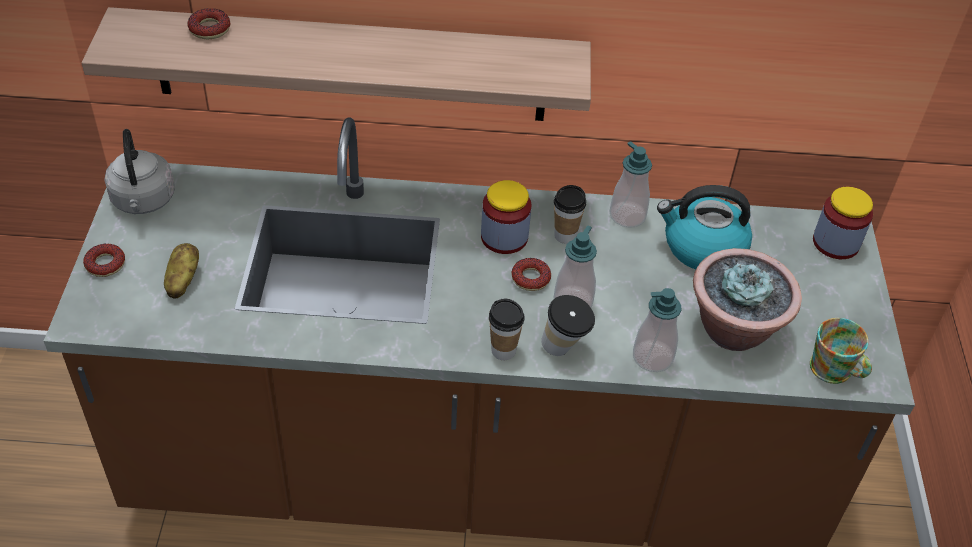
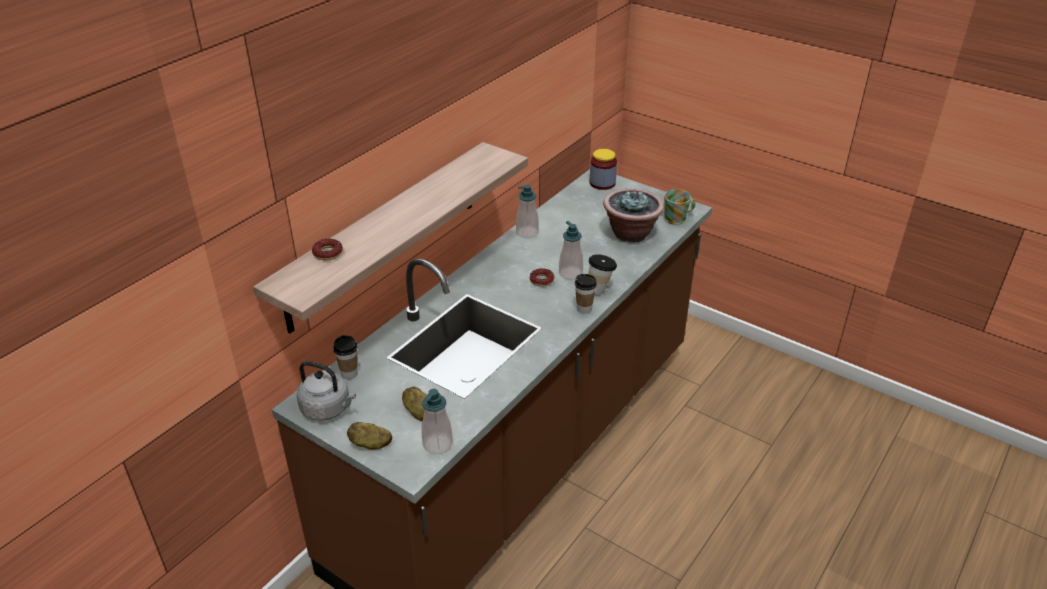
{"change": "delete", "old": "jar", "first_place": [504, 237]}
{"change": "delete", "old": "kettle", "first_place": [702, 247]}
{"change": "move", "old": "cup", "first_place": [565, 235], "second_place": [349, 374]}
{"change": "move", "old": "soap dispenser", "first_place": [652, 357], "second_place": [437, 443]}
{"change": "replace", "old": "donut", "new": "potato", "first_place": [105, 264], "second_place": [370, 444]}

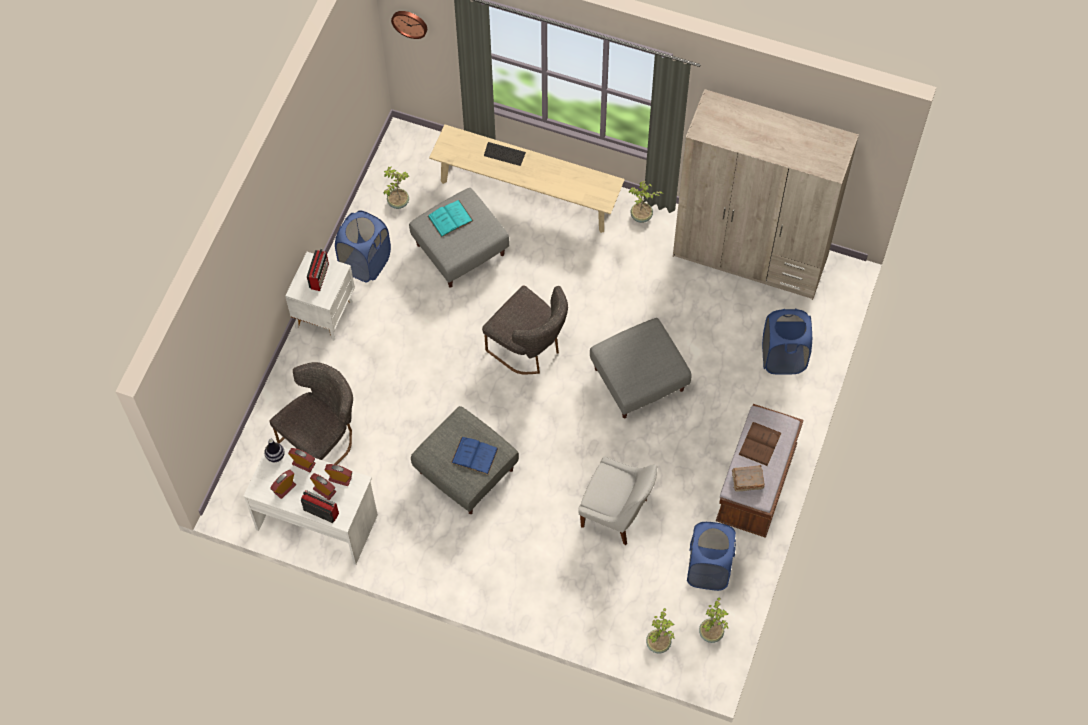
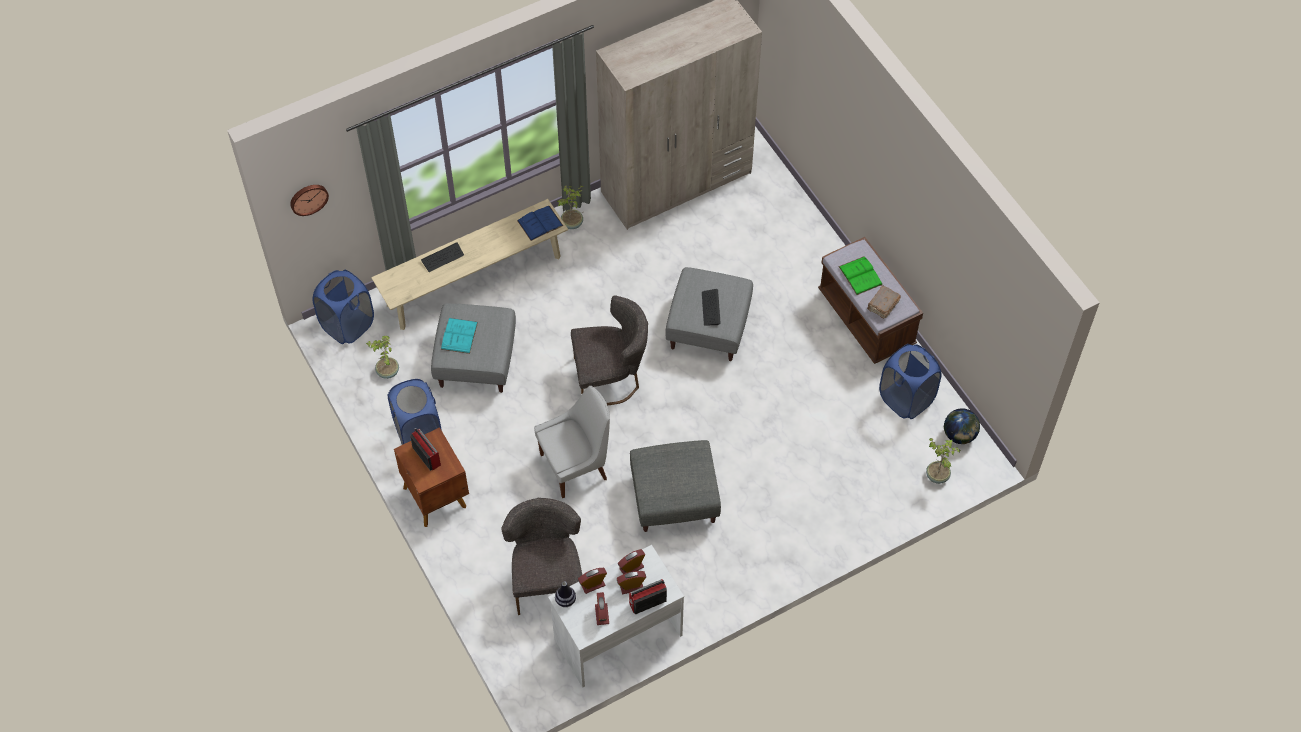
{"change": "insert", "new": "keyboard", "second_place": [710, 308]}
{"change": "move", "old": "blue book", "first_place": [474, 455], "second_place": [540, 223]}
{"change": "move", "old": "white chair", "first_place": [616, 514], "second_place": [576, 466]}
{"change": "move", "old": "blue laundry basket", "first_place": [783, 357], "second_place": [348, 325]}
{"change": "replace", "old": "potted plant", "new": "globe", "first_place": [711, 633], "second_place": [959, 435]}
{"change": "recolor", "old": "white nightstand", "new": "brown nightstand", "first_place": [325, 314], "second_place": [435, 496]}
{"change": "recolor", "old": "brown book", "new": "green book", "first_place": [760, 443], "second_place": [860, 275]}

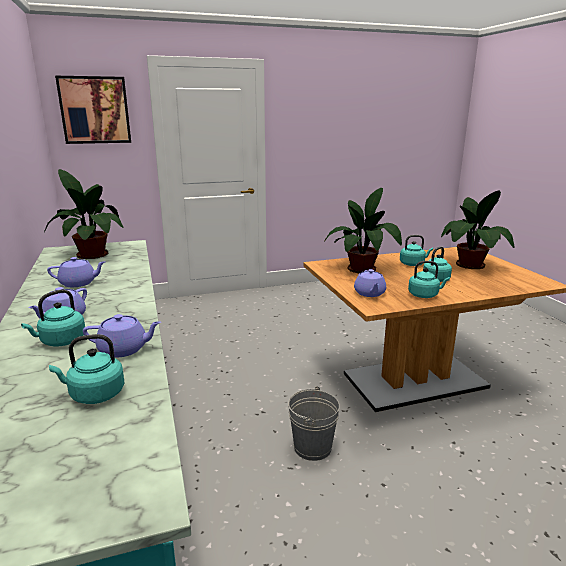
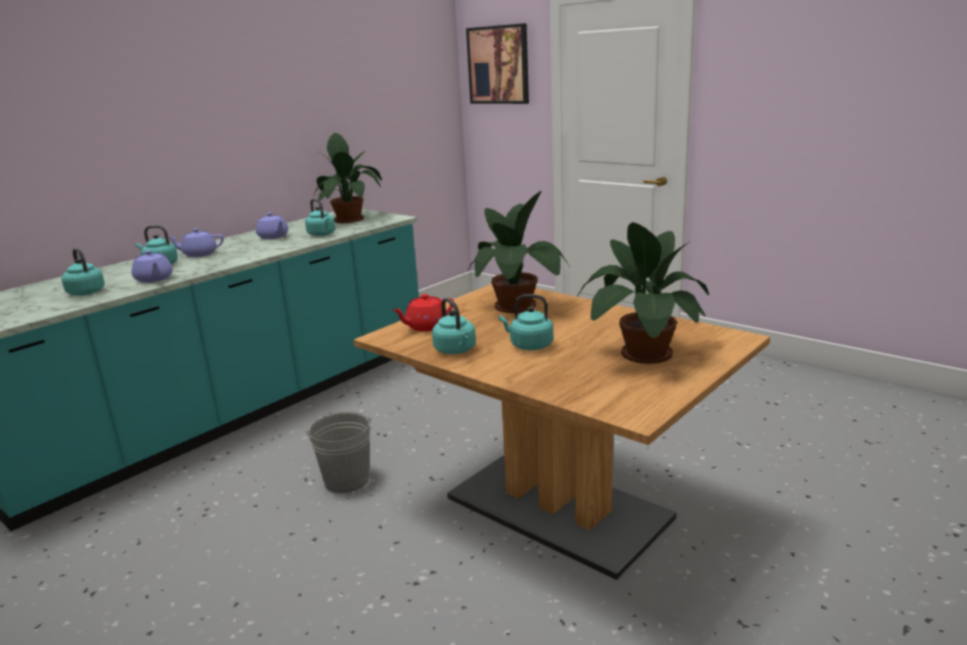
{"change": "move", "old": "turquoise kettle", "first_place": [413, 264], "second_place": [322, 234]}
{"change": "recolor", "old": "purple teapot", "new": "red teapot", "first_place": [369, 293], "second_place": [425, 327]}

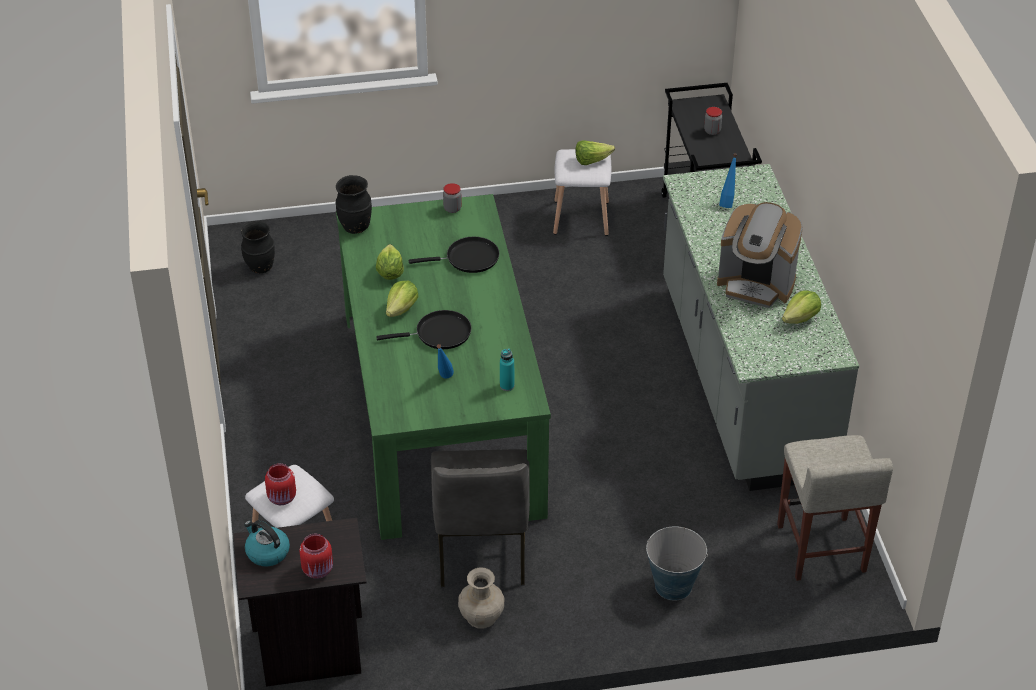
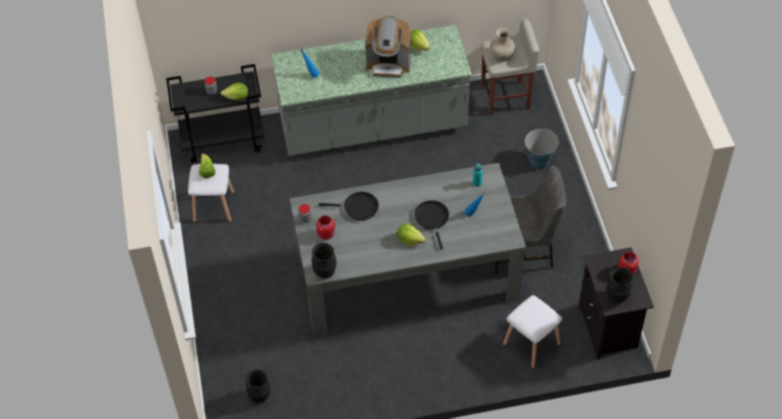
{"change": "move", "old": "red jar", "first_place": [282, 498], "second_place": [327, 234]}
{"change": "move", "old": "lettuce", "first_place": [390, 273], "second_place": [237, 97]}
{"change": "move", "old": "beige vase", "first_place": [481, 616], "second_place": [502, 56]}
{"change": "replace", "old": "kettle", "new": "black vase", "first_place": [267, 552], "second_place": [617, 296]}
{"change": "recolor", "old": "green dining table", "new": "grey dining table", "first_place": [441, 411], "second_place": [407, 276]}
{"change": "rotate", "old": "black frying pan", "first_place": [468, 258], "second_place": [358, 208], "degrees": 105}
{"change": "rotate", "old": "coffee machine", "first_place": [756, 284], "second_place": [389, 64], "degrees": 75}

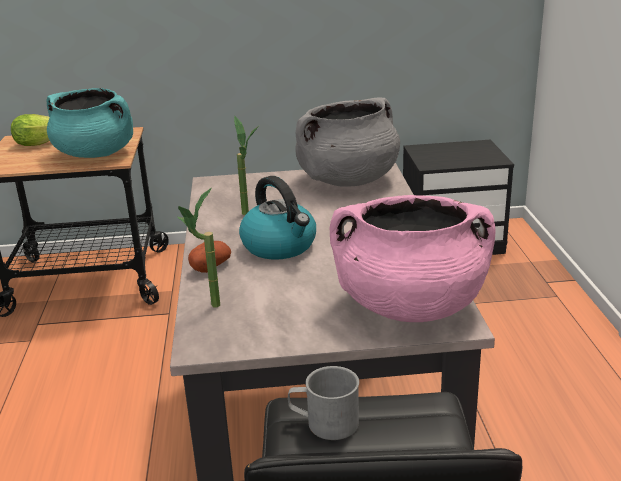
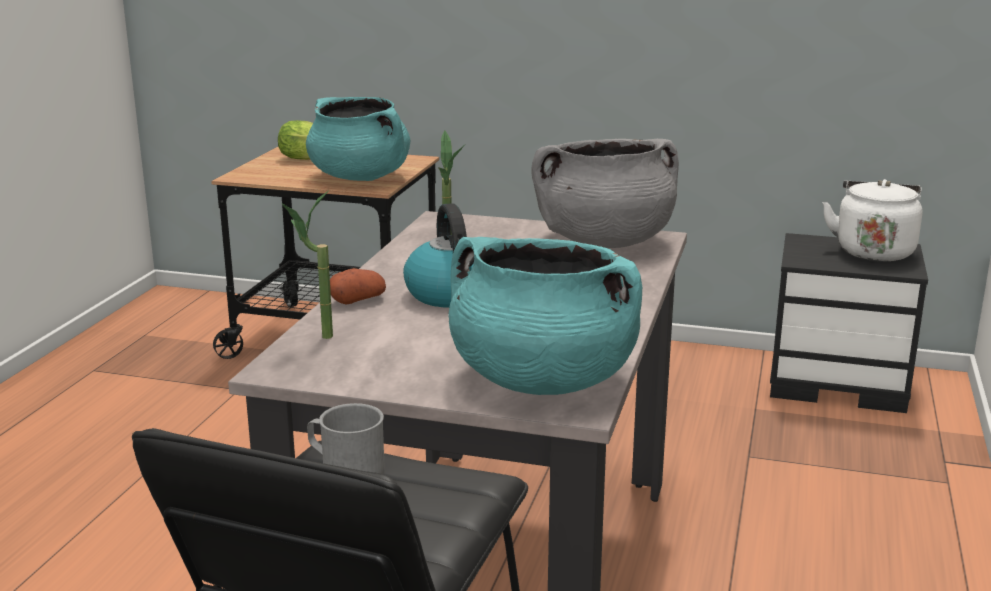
{"change": "insert", "new": "white kettle", "second_place": [873, 251]}
{"change": "recolor", "old": "pink cooking pot", "new": "turquoise cooking pot", "first_place": [410, 306], "second_place": [541, 379]}

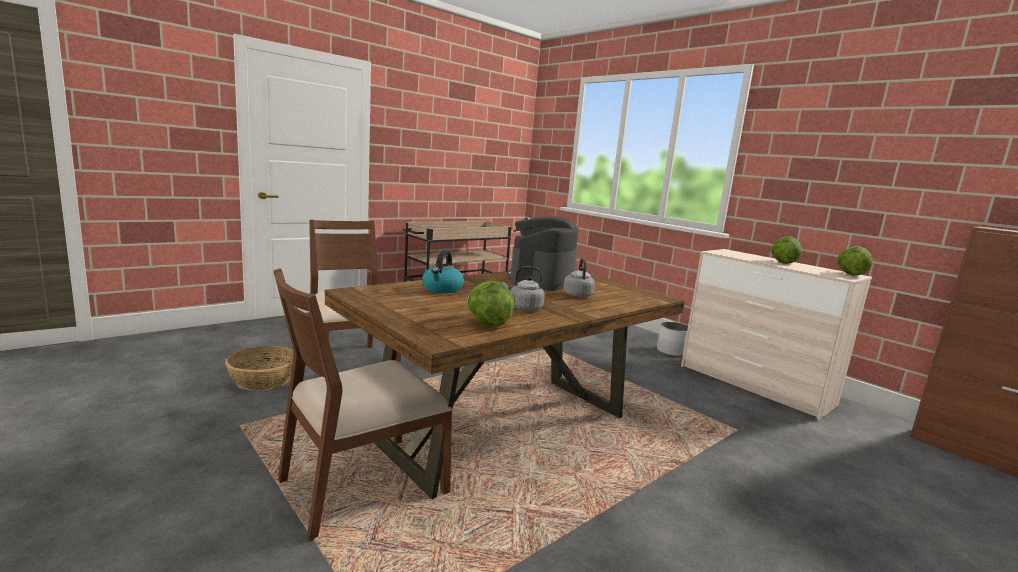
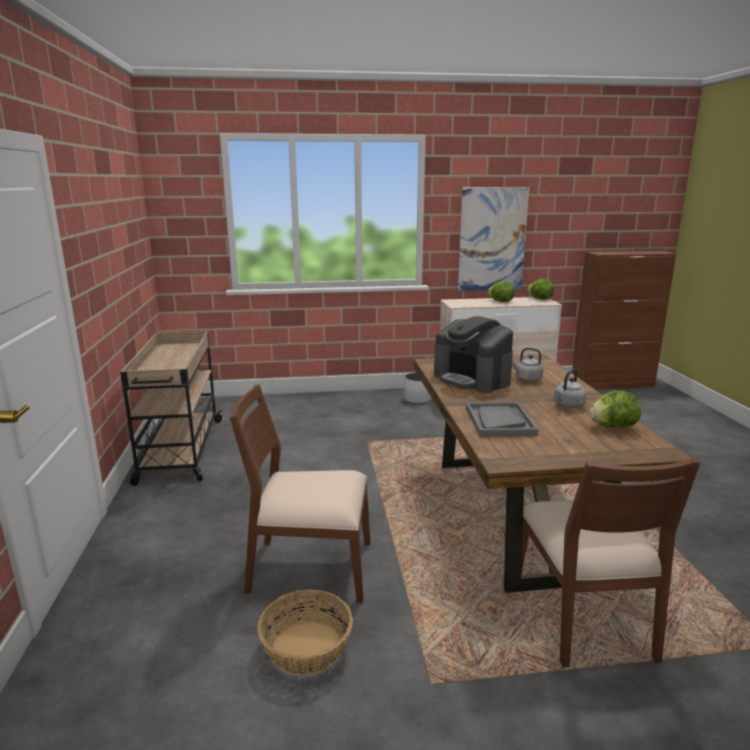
{"change": "insert", "new": "picture", "second_place": [492, 239]}
{"change": "replace", "old": "kettle", "new": "grey tray", "first_place": [442, 289], "second_place": [499, 421]}

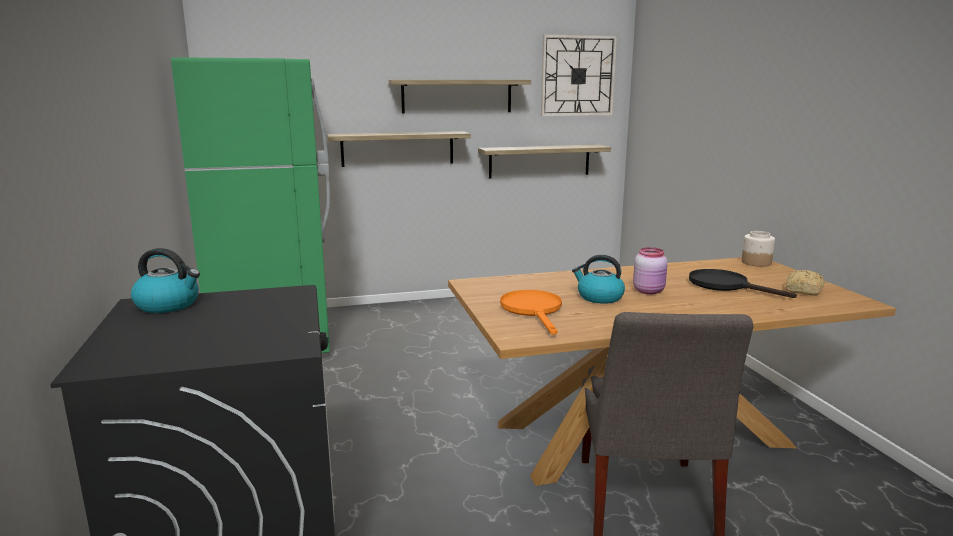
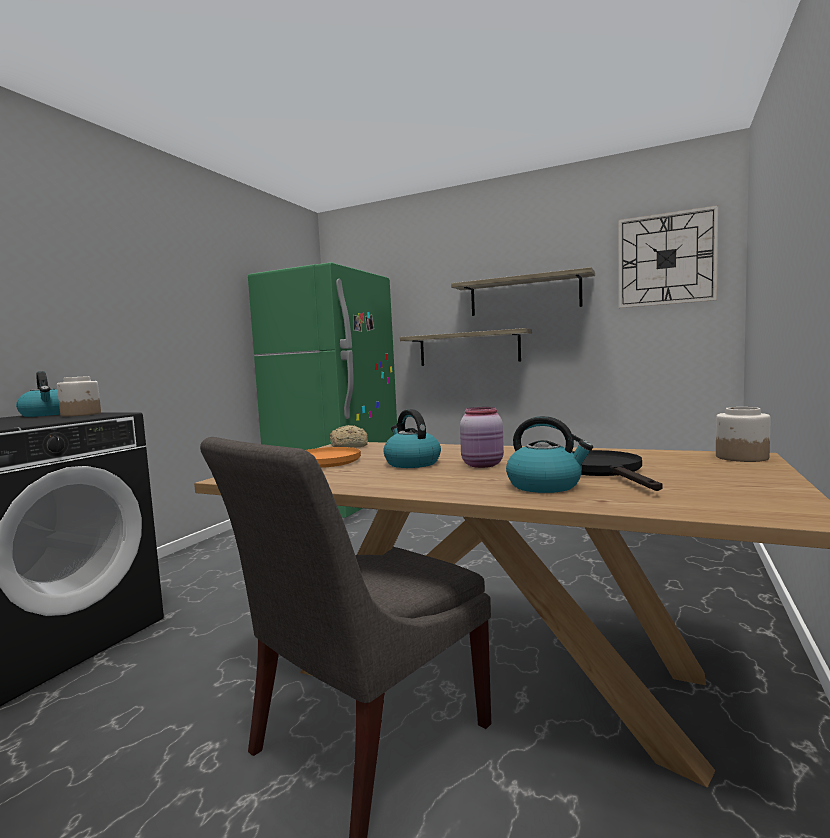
{"change": "delete", "old": "shelf", "first_place": [539, 161]}
{"change": "insert", "new": "jar", "second_place": [81, 414]}
{"change": "insert", "new": "kettle", "second_place": [545, 485]}
{"change": "move", "old": "bread", "first_place": [803, 291], "second_place": [347, 447]}

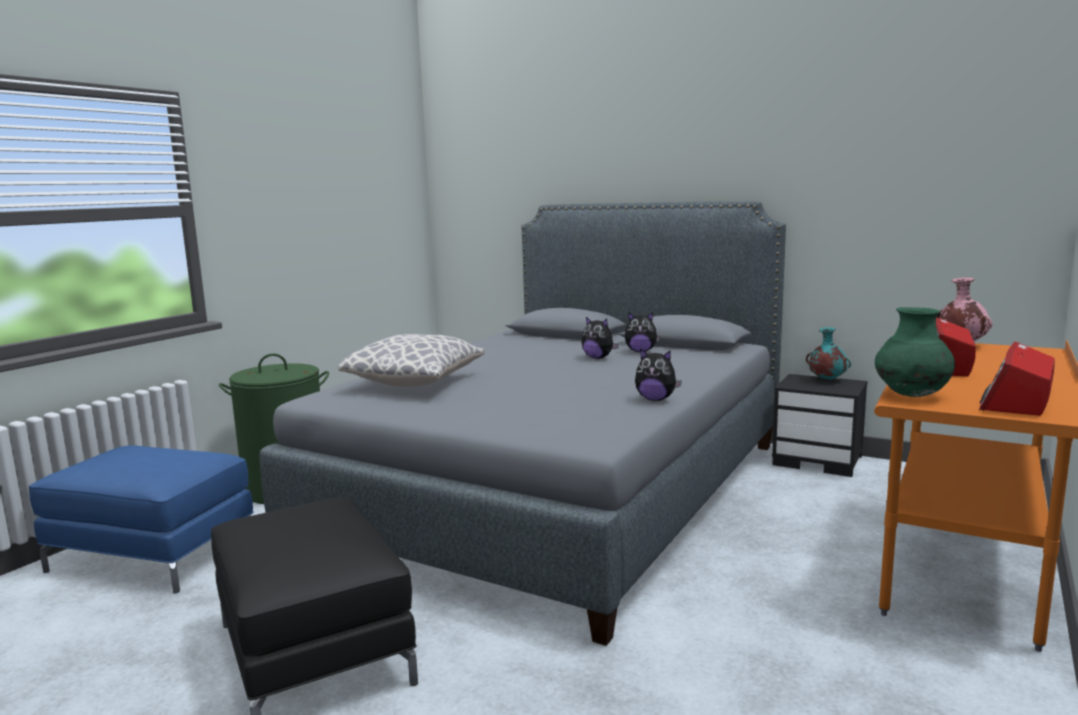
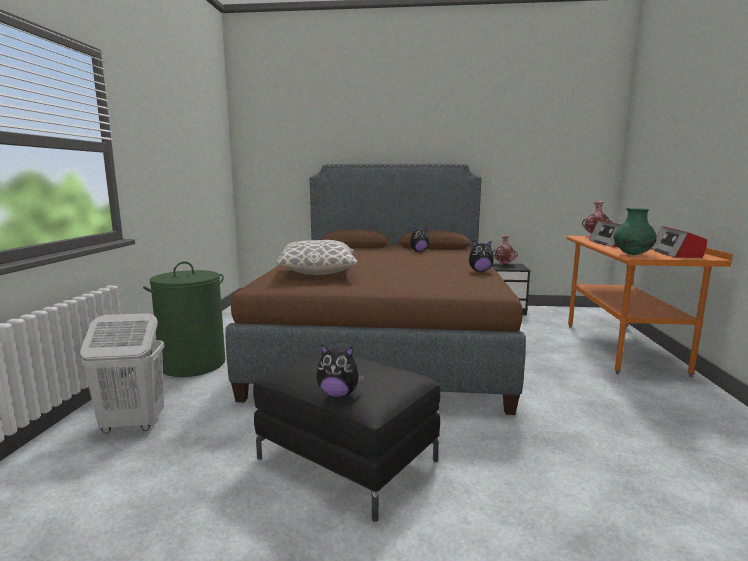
{"change": "move", "old": "plush toy", "first_place": [598, 358], "second_place": [338, 394]}
{"change": "replace", "old": "blue ottoman", "new": "white laundry basket", "first_place": [153, 555], "second_place": [132, 425]}
{"change": "recolor", "old": "grey bed", "new": "brown bed", "first_place": [558, 489], "second_place": [384, 340]}
{"change": "recolor", "old": "turquoise vase", "new": "pink vase", "first_place": [826, 380], "second_place": [503, 264]}

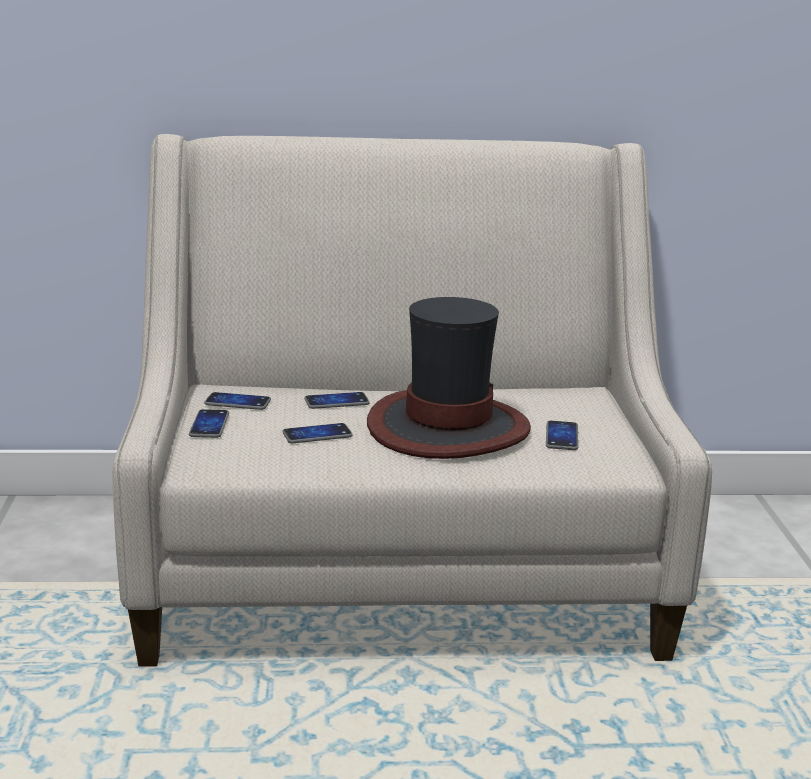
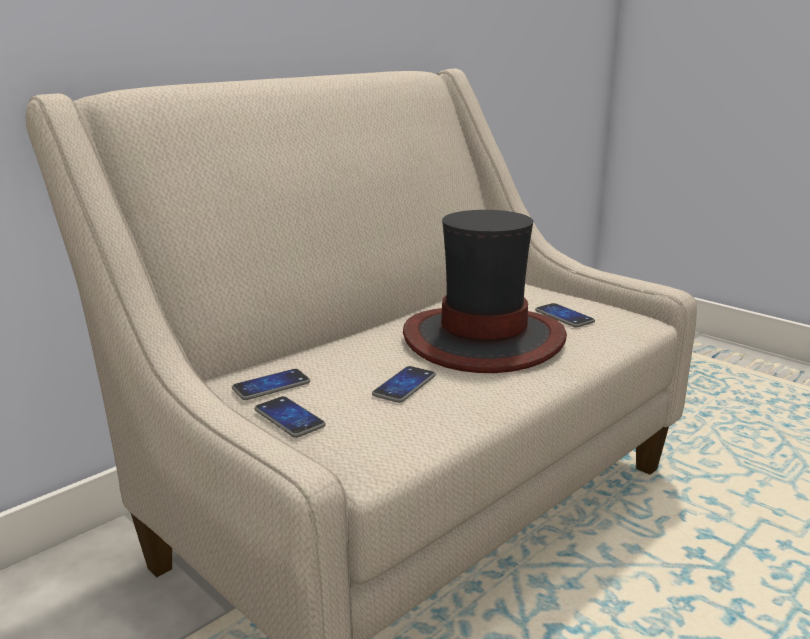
{"change": "delete", "old": "phone", "first_place": [336, 402]}

